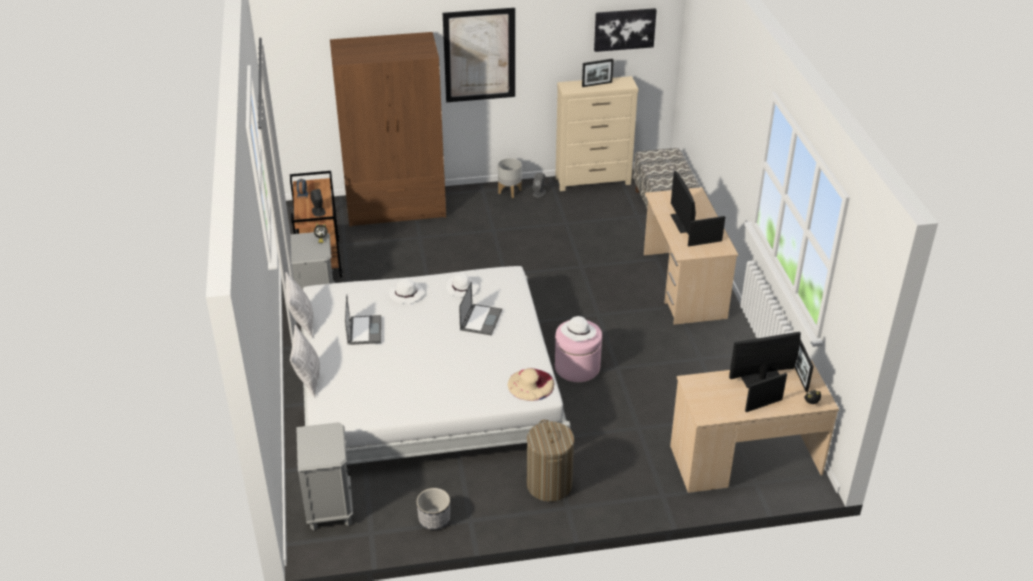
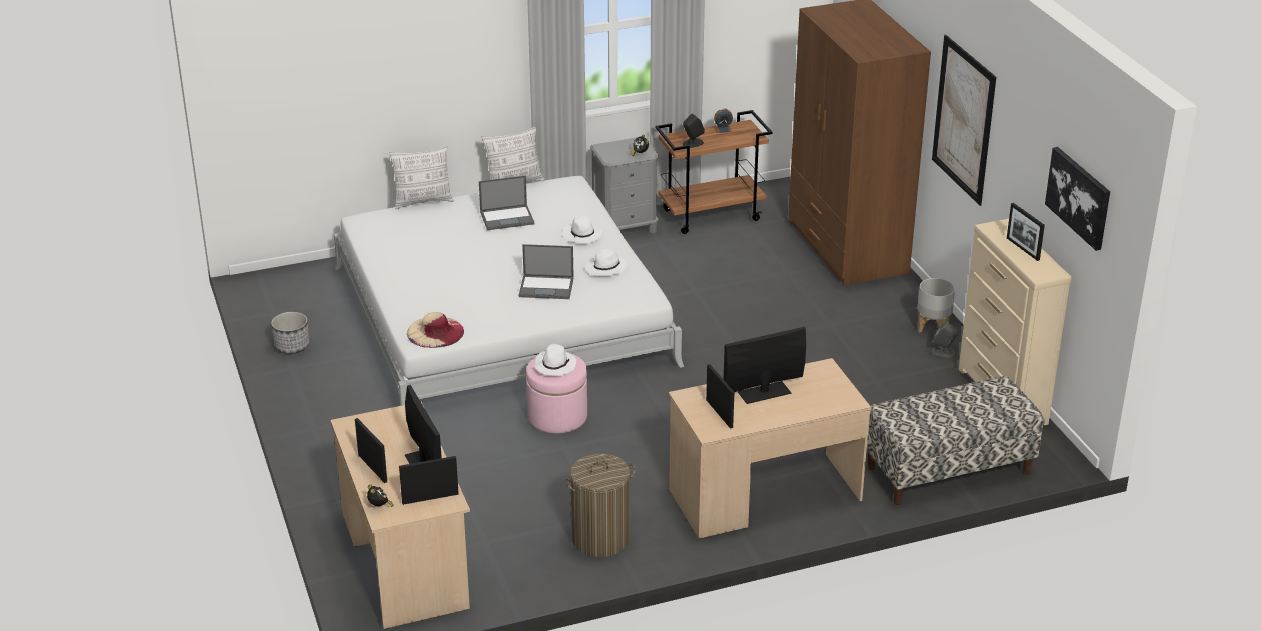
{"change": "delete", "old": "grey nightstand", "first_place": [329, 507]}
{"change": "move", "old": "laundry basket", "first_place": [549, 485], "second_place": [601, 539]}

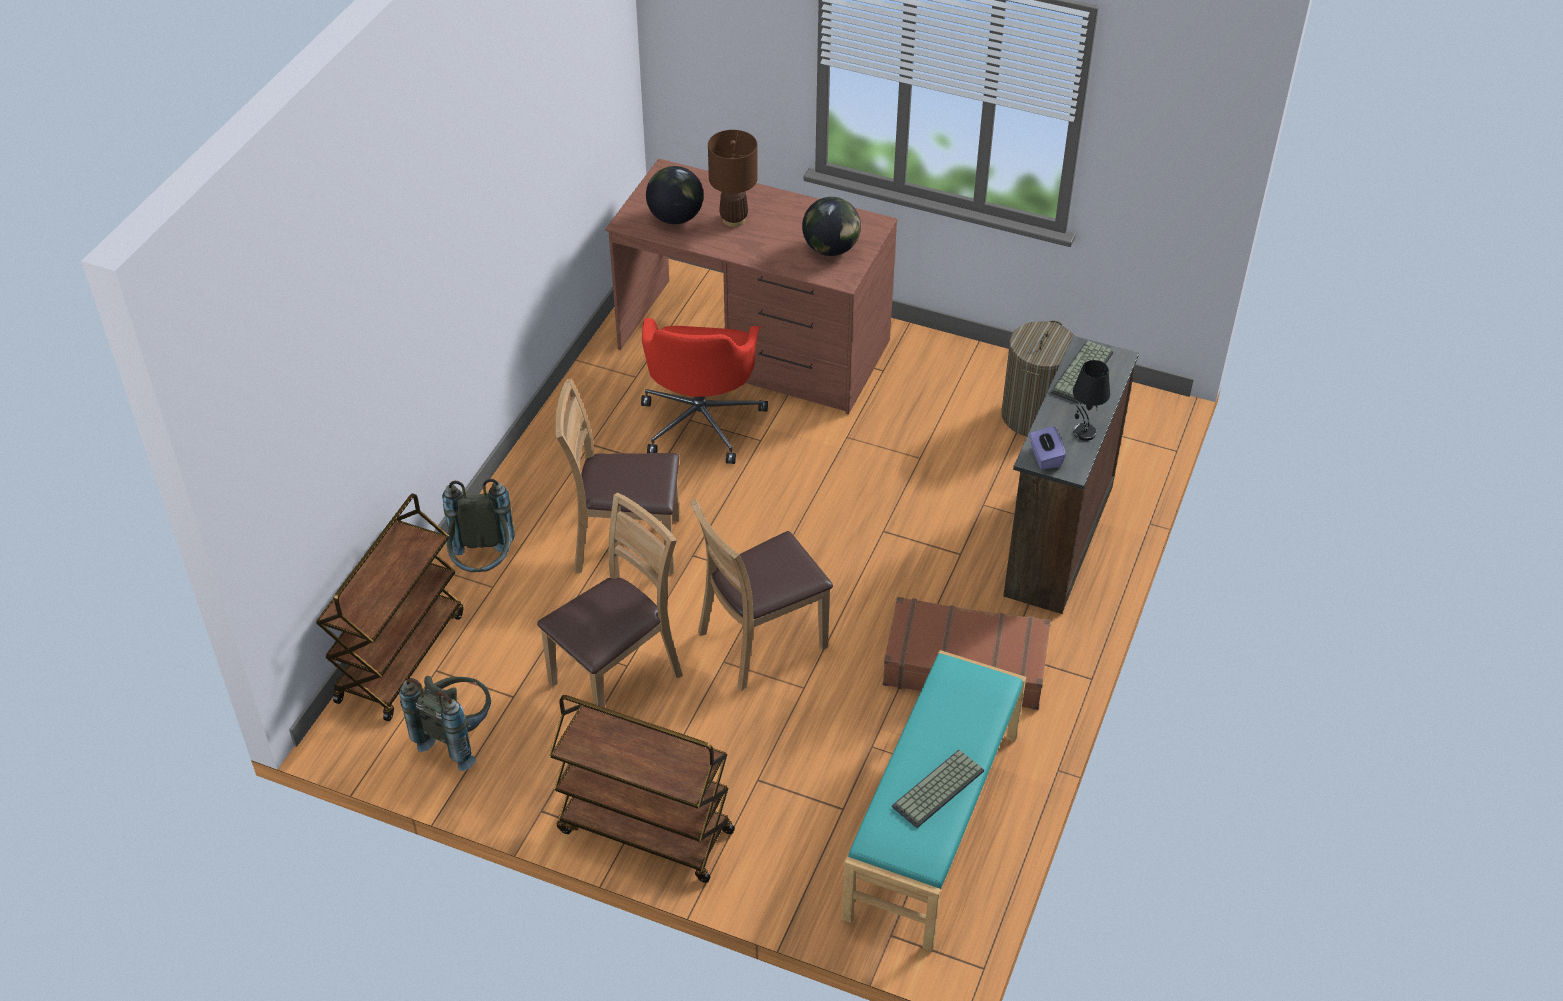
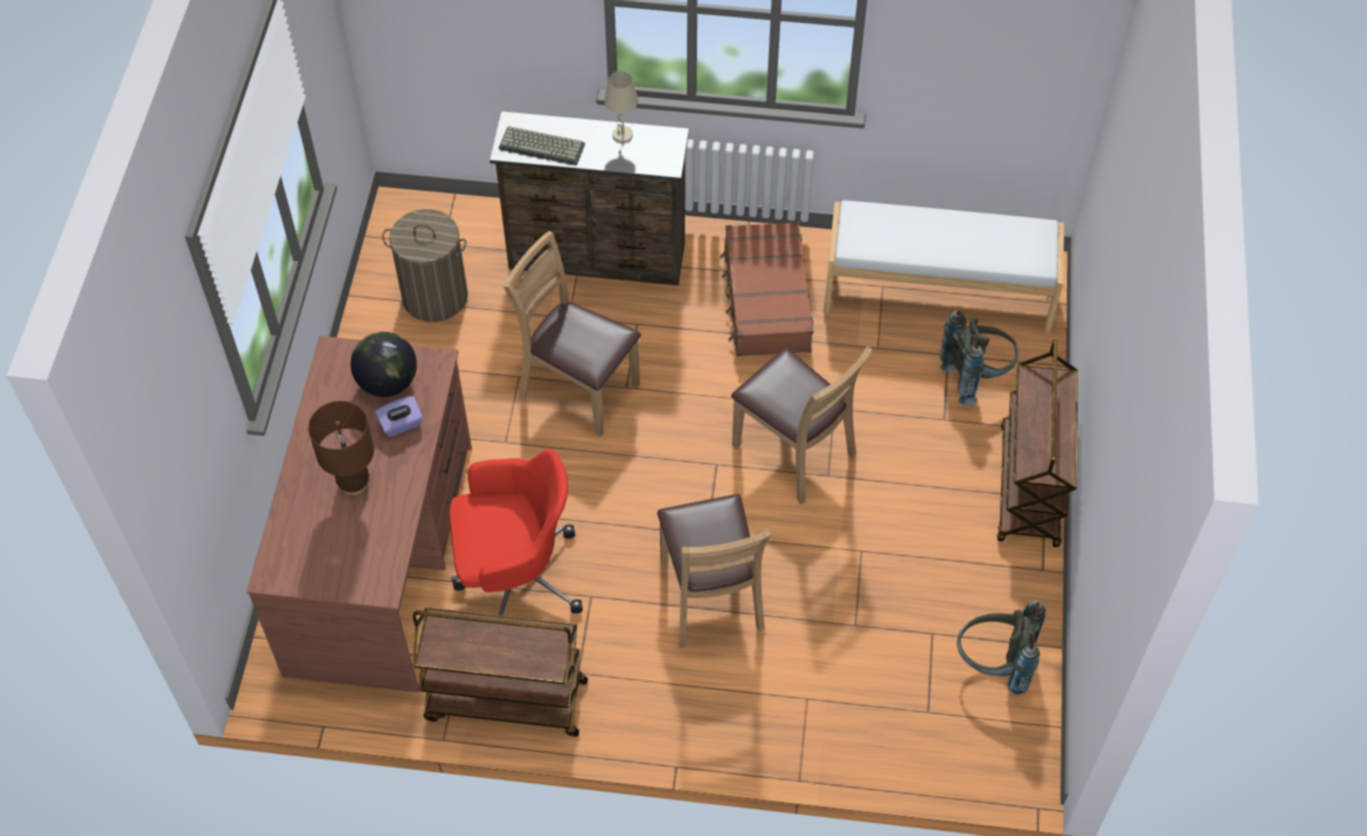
{"change": "delete", "old": "globe", "first_place": [675, 218]}
{"change": "delete", "old": "keyboard", "first_place": [938, 790]}
{"change": "move", "old": "brown cart", "first_place": [400, 656], "second_place": [505, 701]}
{"change": "move", "old": "grey backpack", "first_place": [483, 566], "second_place": [976, 375]}
{"change": "move", "old": "brown chair", "first_place": [616, 677], "second_place": [578, 389]}
{"change": "move", "old": "purple tissue box", "first_place": [1045, 457], "second_place": [401, 424]}
{"change": "recolor", "old": "turquoise bench", "new": "white bench", "first_place": [934, 825], "second_place": [937, 293]}
{"change": "recolor", "old": "black table lamp", "new": "beige table lamp", "first_place": [1083, 432], "second_place": [622, 136]}

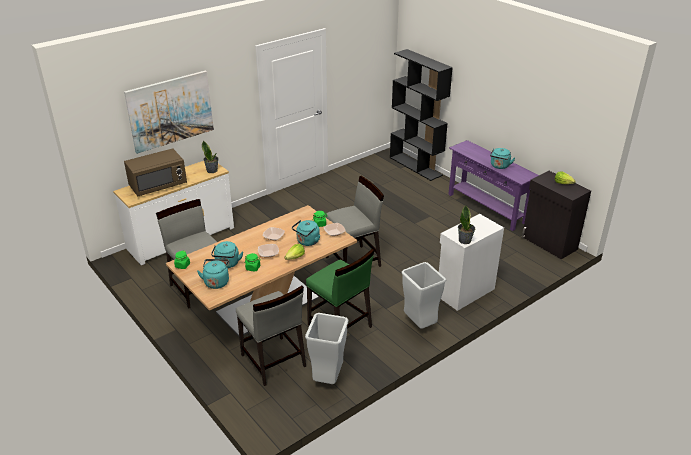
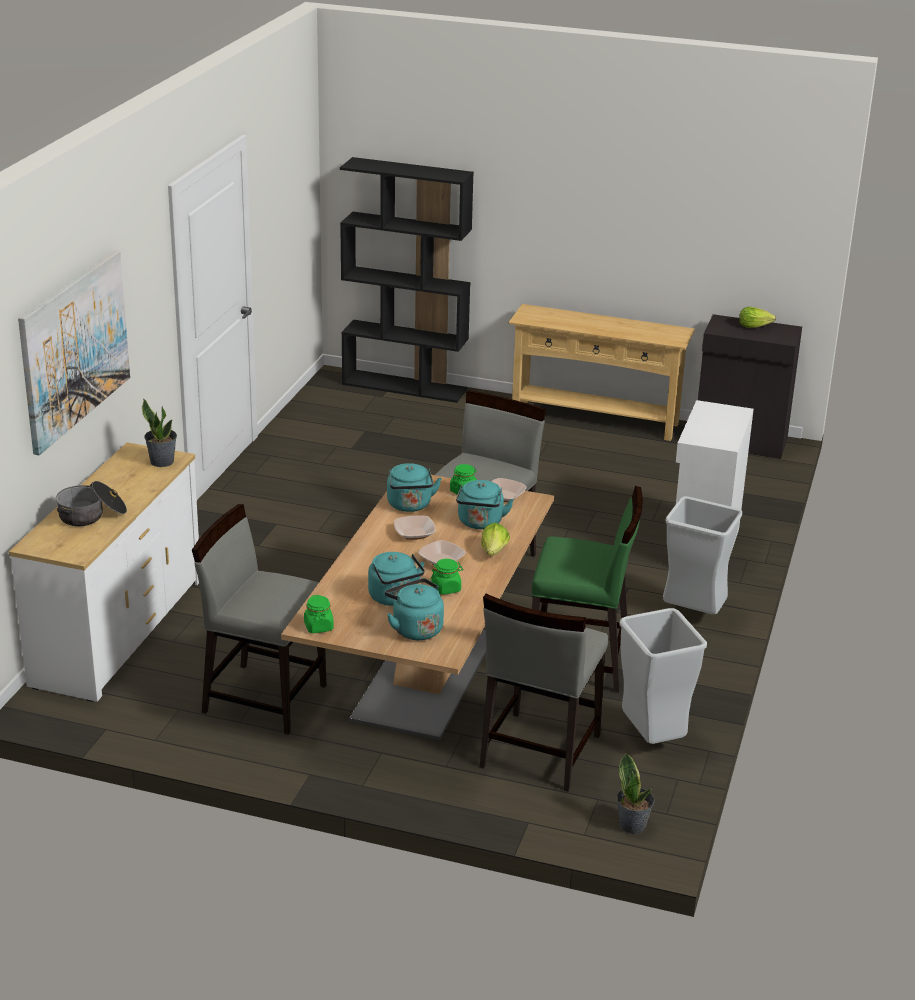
{"change": "move", "old": "potted plant", "first_place": [465, 240], "second_place": [633, 825]}
{"change": "move", "old": "turquoise kettle", "first_place": [499, 166], "second_place": [410, 506]}
{"change": "replace", "old": "brown microwave", "new": "cooking pot", "first_place": [158, 185], "second_place": [92, 515]}
{"change": "recolor", "old": "purple console table", "new": "beige console table", "first_place": [486, 208], "second_place": [595, 419]}
{"change": "rotate", "old": "grey chair", "first_place": [273, 361], "second_place": [539, 751], "degrees": 90}

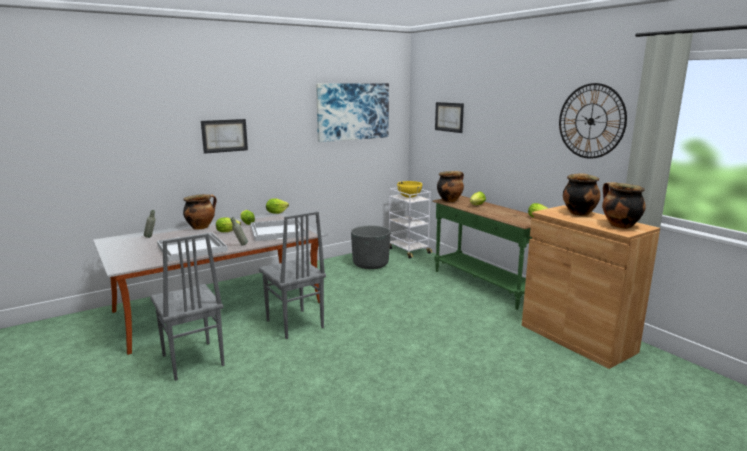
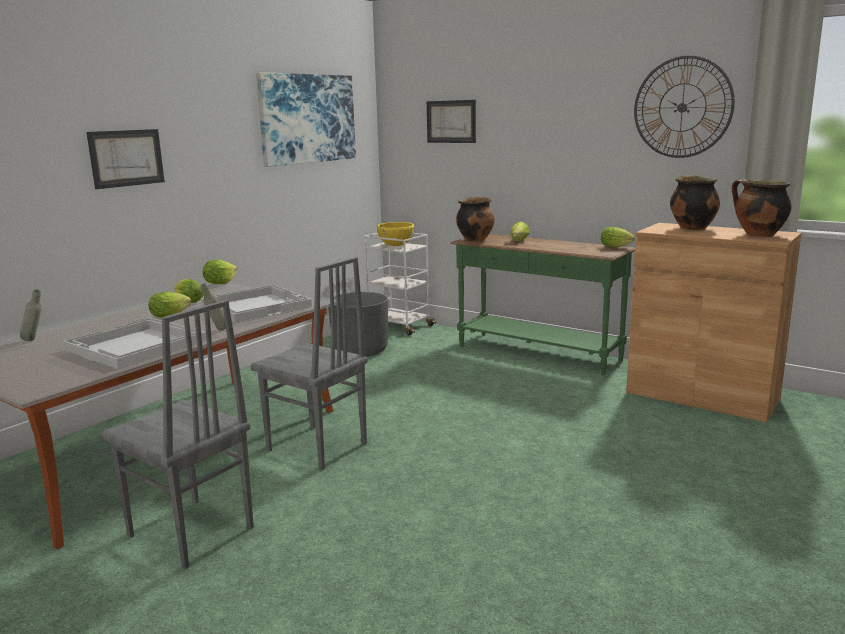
{"change": "delete", "old": "cooking pot", "first_place": [201, 227]}

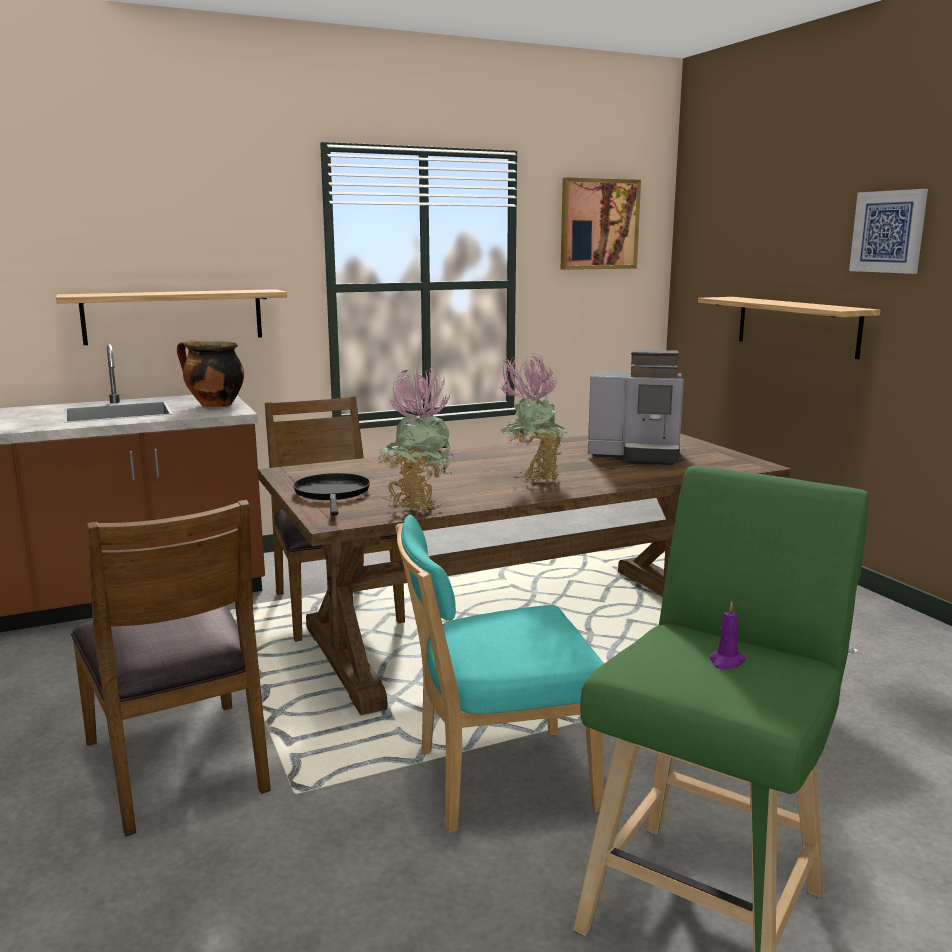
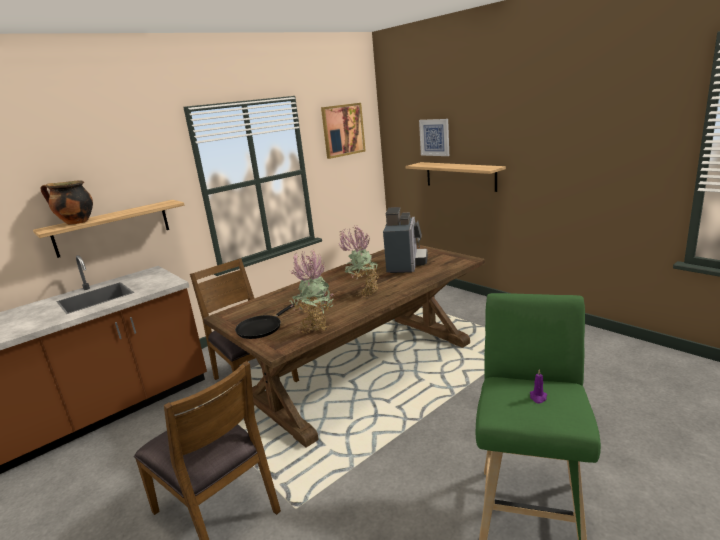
{"change": "delete", "old": "turquoise chair", "first_place": [496, 780]}
{"change": "move", "old": "cooking pot", "first_place": [214, 405], "second_place": [76, 223]}
{"change": "move", "old": "picture", "first_place": [888, 232], "second_place": [434, 137]}
{"change": "rotate", "old": "black frying pan", "first_place": [332, 494], "second_place": [261, 328], "degrees": -120}
{"change": "rotate", "old": "coffee machine", "first_place": [637, 455], "second_place": [406, 264], "degrees": -75}

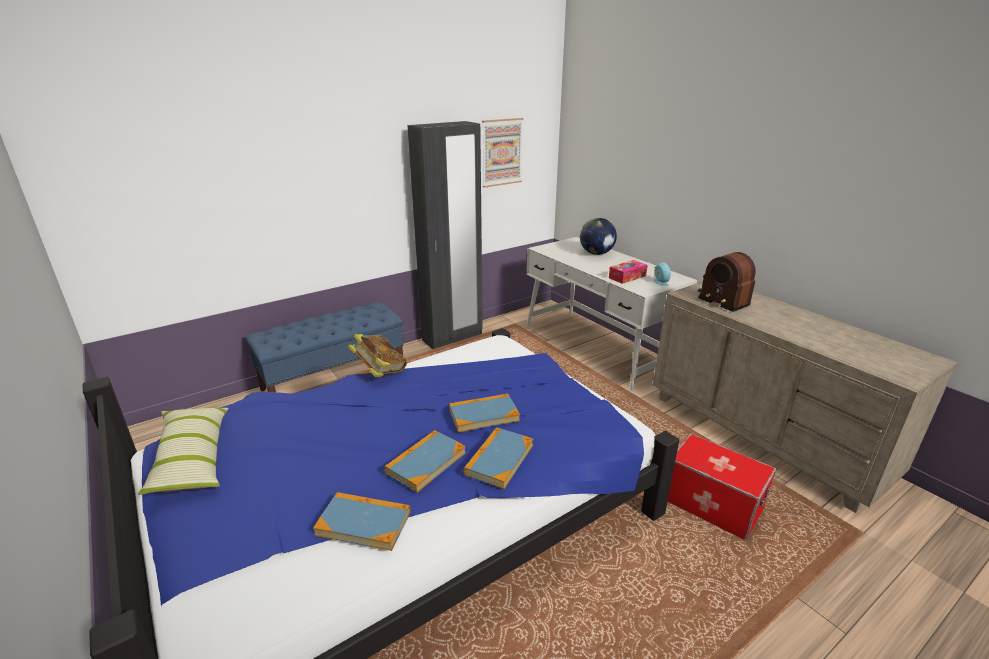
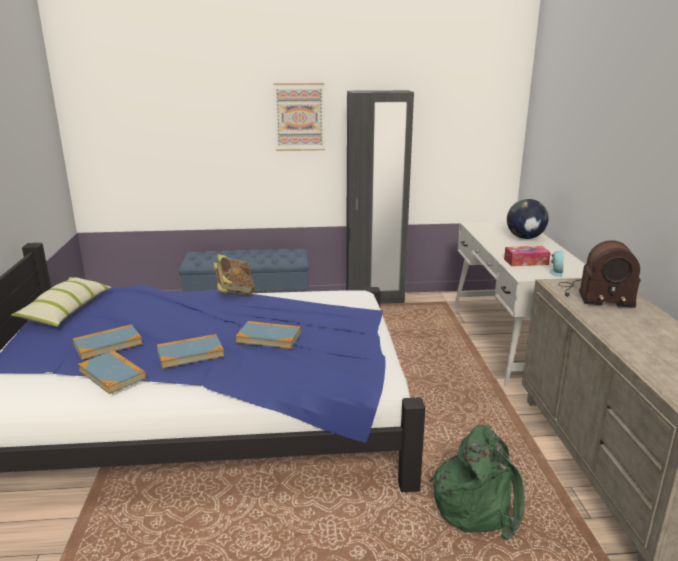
{"change": "move", "old": "book", "first_place": [499, 459], "second_place": [108, 344]}
{"change": "move", "old": "picture", "first_place": [502, 152], "second_place": [299, 117]}
{"change": "replace", "old": "storage box", "new": "green backpack", "first_place": [712, 505], "second_place": [477, 504]}
{"change": "rotate", "old": "radio", "first_place": [723, 298], "second_place": [594, 295], "degrees": -75}

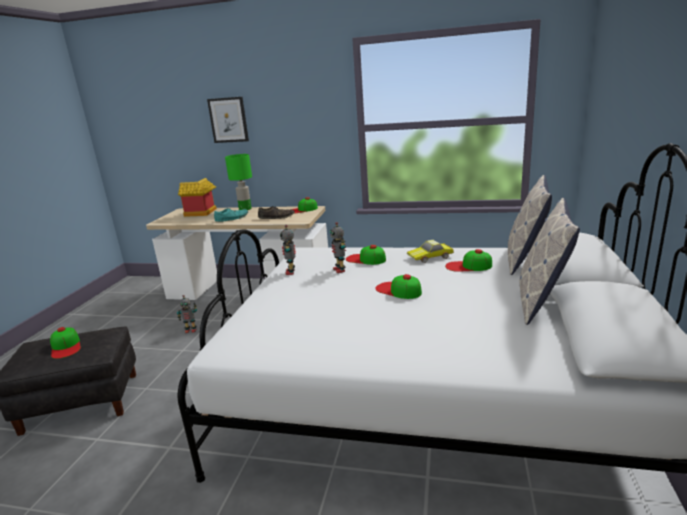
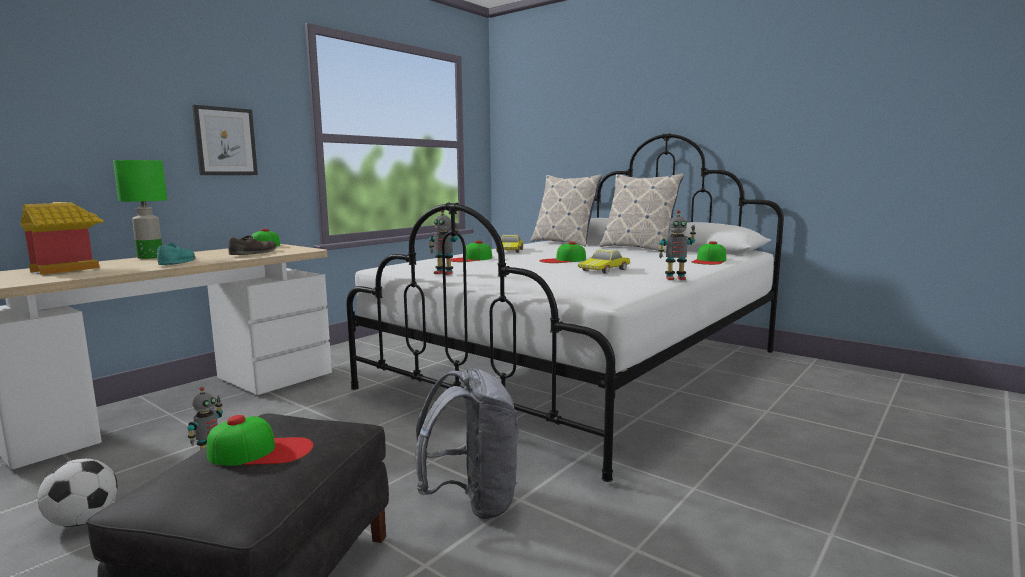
{"change": "insert", "new": "football", "second_place": [83, 520]}
{"change": "insert", "new": "grey backpack", "second_place": [472, 502]}
{"change": "insert", "new": "toy car", "second_place": [605, 270]}
{"change": "move", "old": "picture", "first_place": [228, 120], "second_place": [225, 141]}
{"change": "move", "old": "toy robot", "first_place": [340, 270], "second_place": [675, 279]}
{"change": "move", "old": "cap", "first_place": [468, 266], "second_place": [709, 261]}

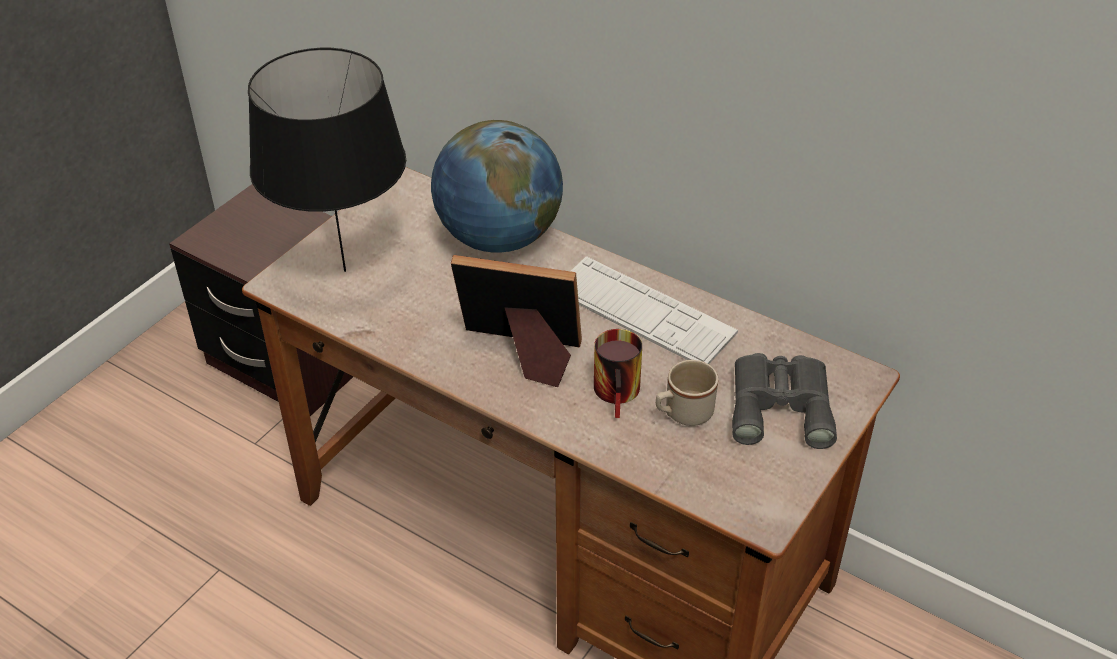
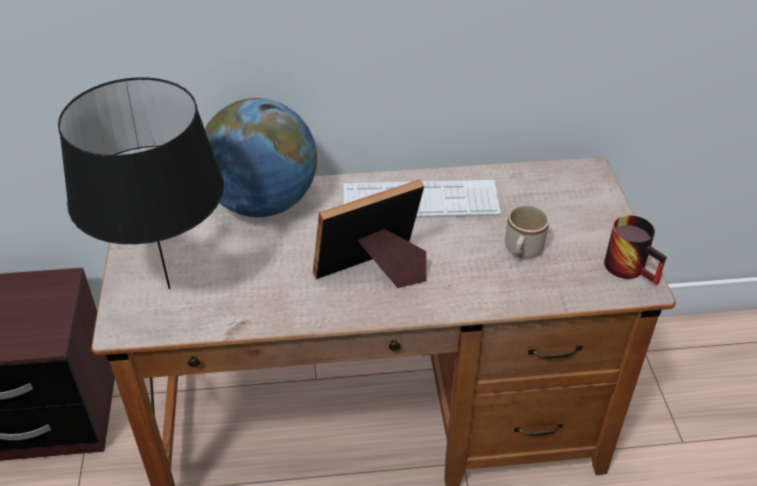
{"change": "delete", "old": "grey binoculars", "first_place": [780, 404]}
{"change": "move", "old": "mug", "first_place": [621, 393], "second_place": [632, 267]}

